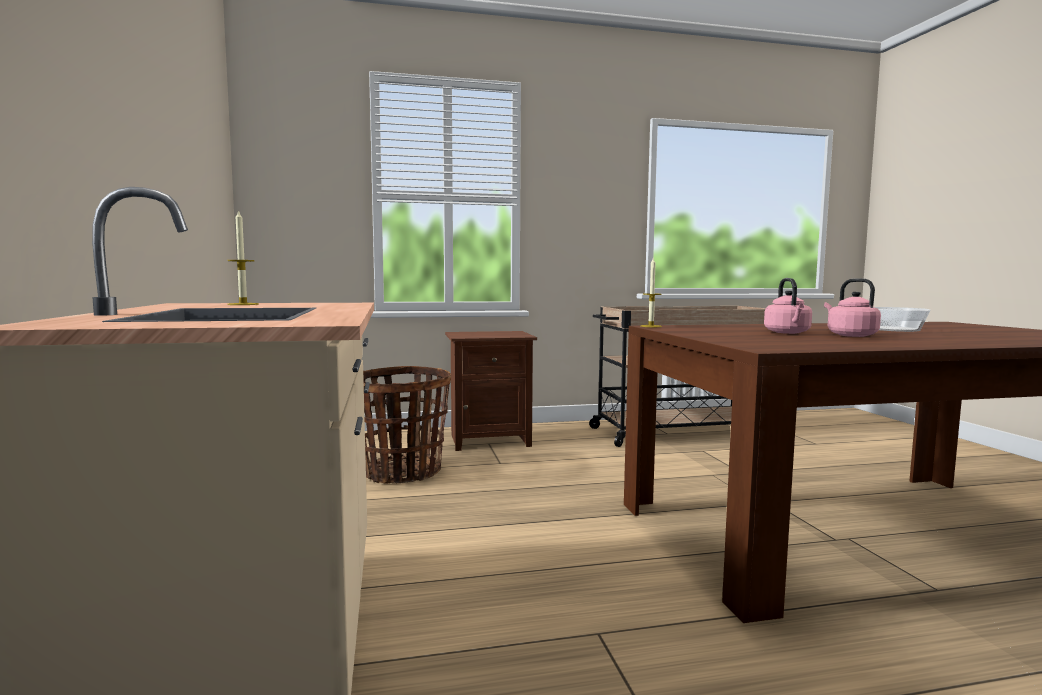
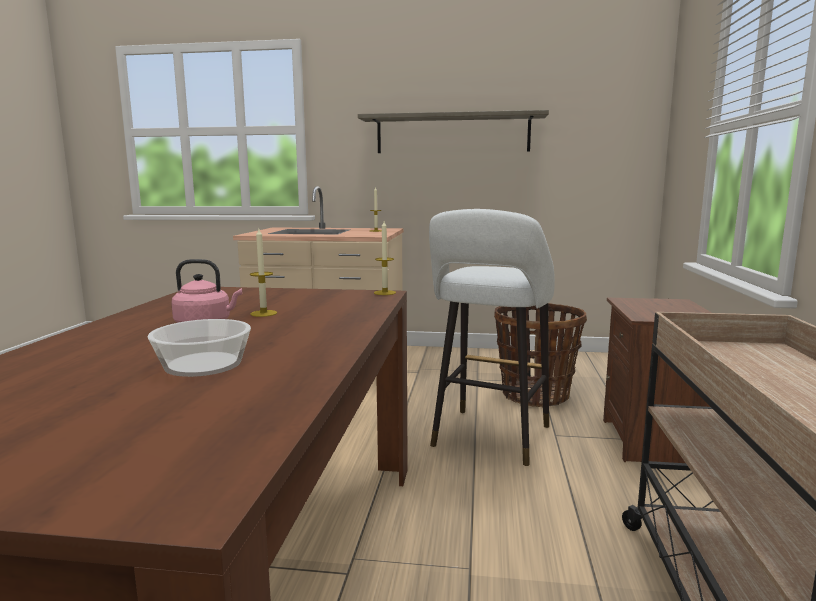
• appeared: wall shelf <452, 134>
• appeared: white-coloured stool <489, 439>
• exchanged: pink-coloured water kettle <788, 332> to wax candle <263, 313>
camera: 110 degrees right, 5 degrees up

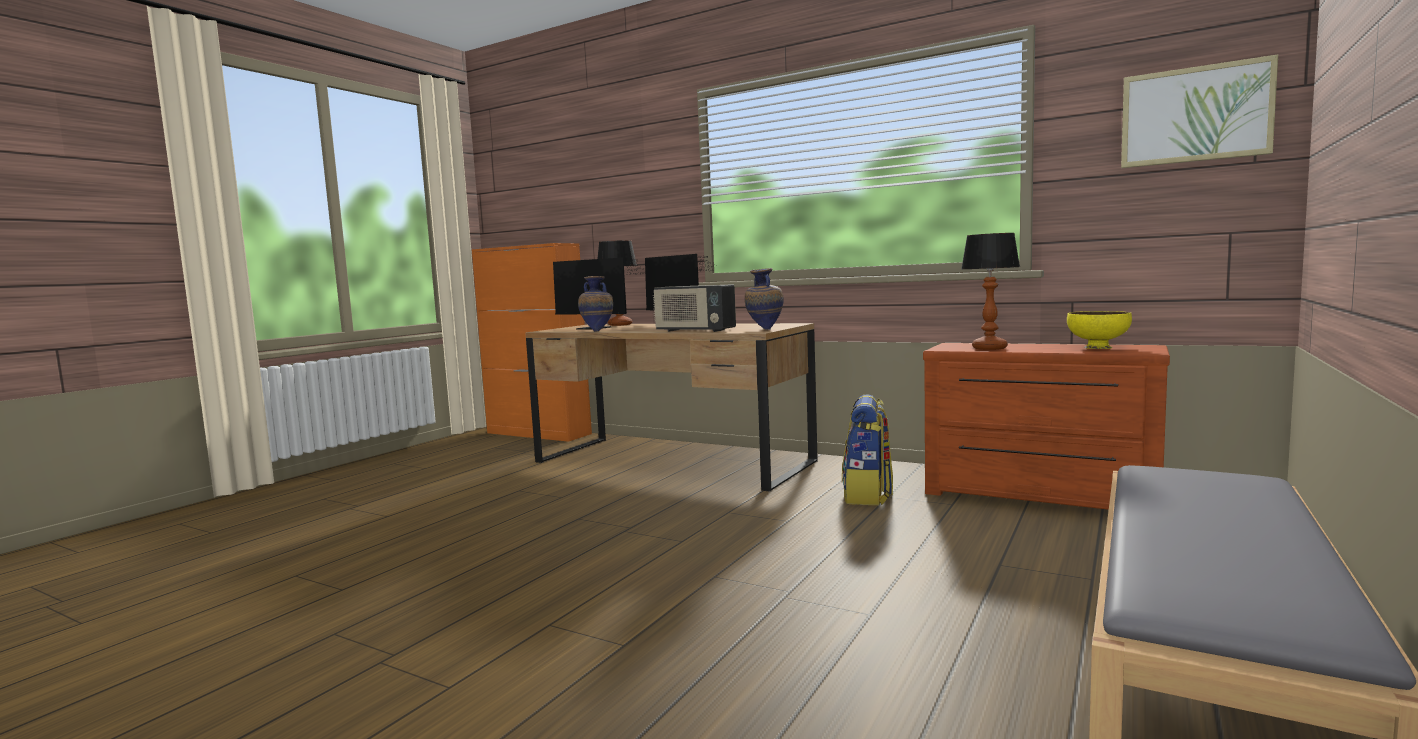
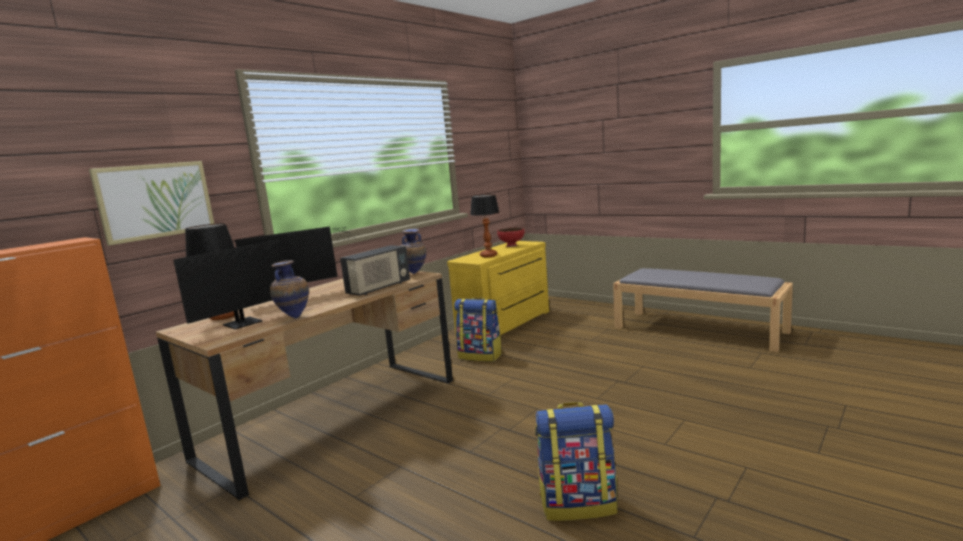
• appeared: backpack <578, 504>
• relocated: picture <1195, 115> to <155, 200>
• colour: brown drawer chest <1038, 496> to yellow-coloured drawer chest <507, 324>
• colour: yellow-coloured bowl <1097, 347> to red-coloured bowl <511, 246>
camera: 80 degrees left, 5 degrees up

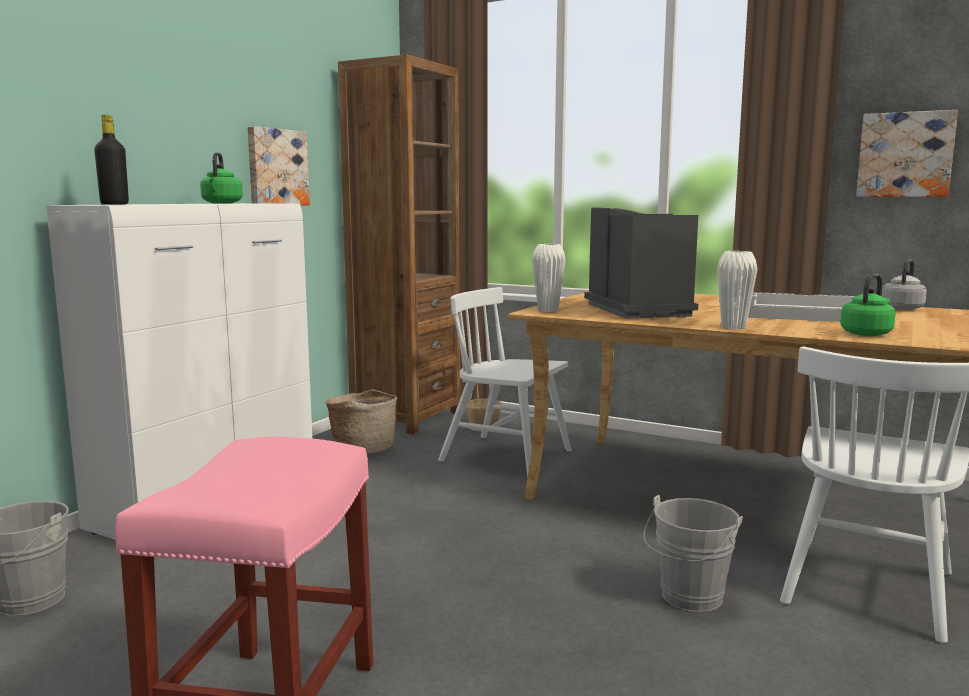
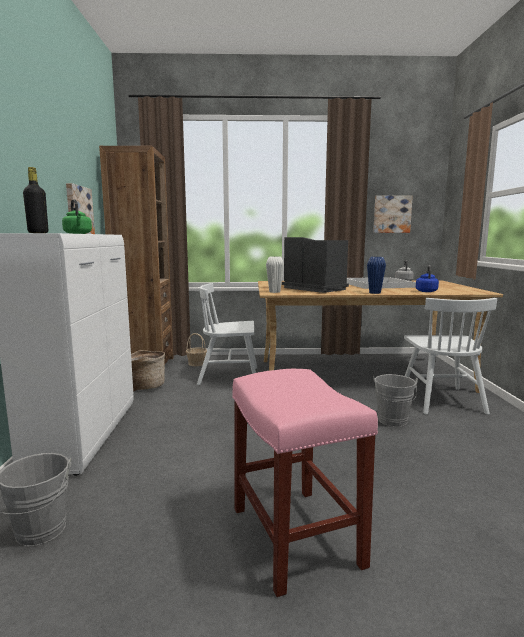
• colour: white-coloured decorative vase <733, 327> to blue-coloured decorative vase <375, 293>
• colour: greenish water kettle <867, 333> to blue-coloured water kettle <426, 291>
camera: 30 degrees left, 0 degrees up

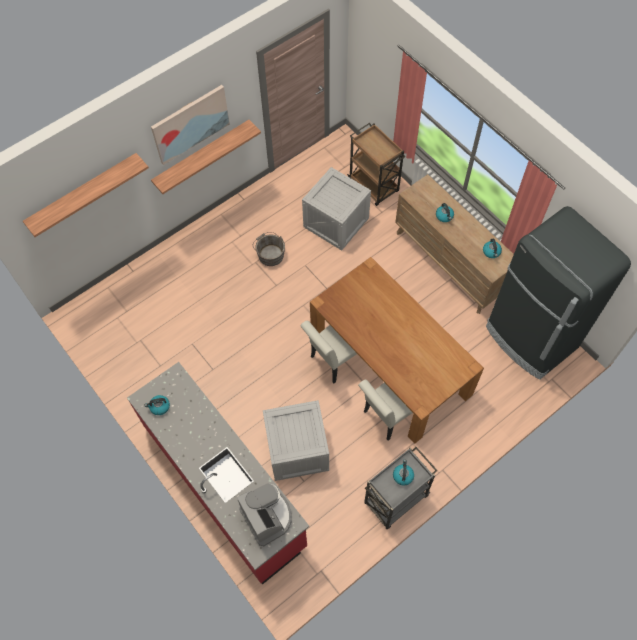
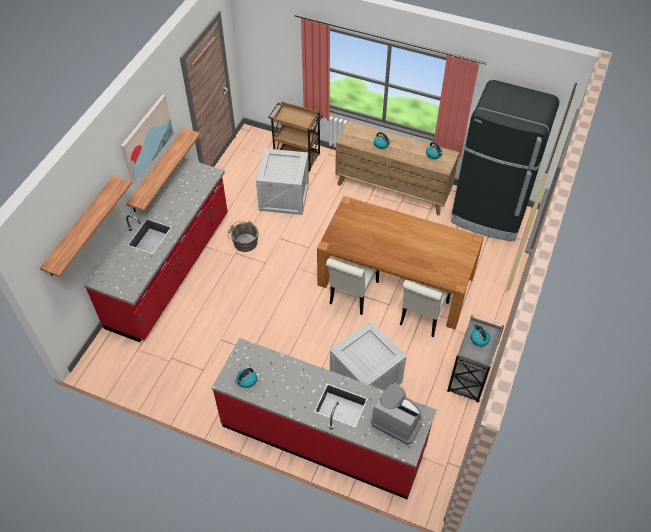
• appeared: red-coloured kitchen counter <170, 270>
camera: 30 degrees left, 10 degrees down

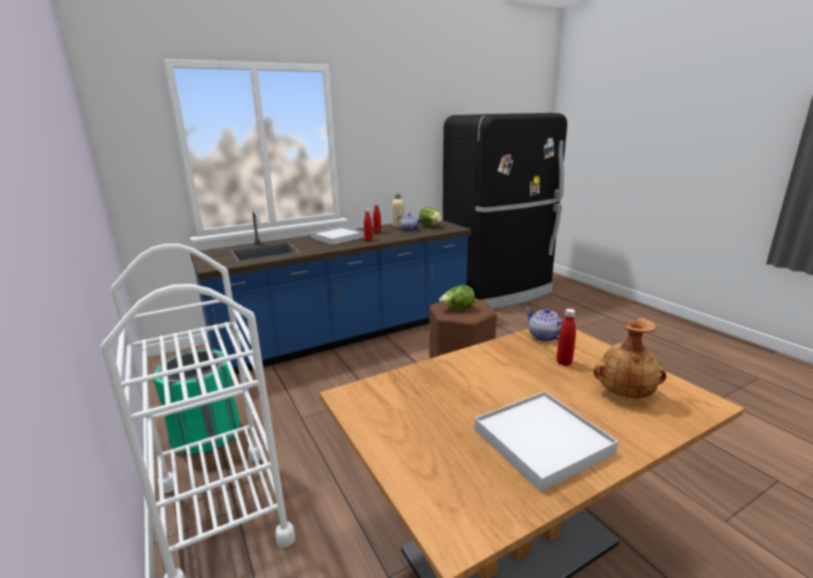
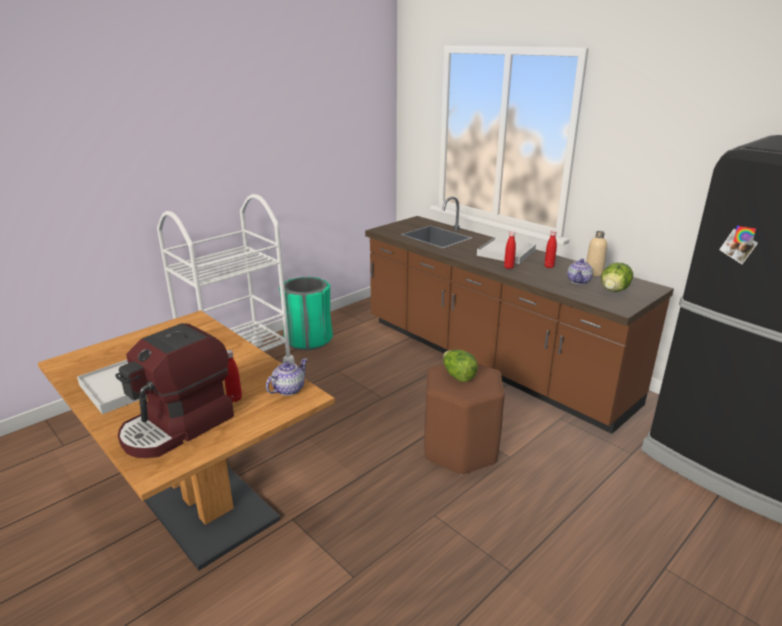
• exchanged: brown decorative vase <624, 393> to coffee machine <178, 426>
• colour: blue-coloured kitchen counter <347, 335> to brown kitchen counter <490, 361>
camera: 75 degrees right, 5 degrees up

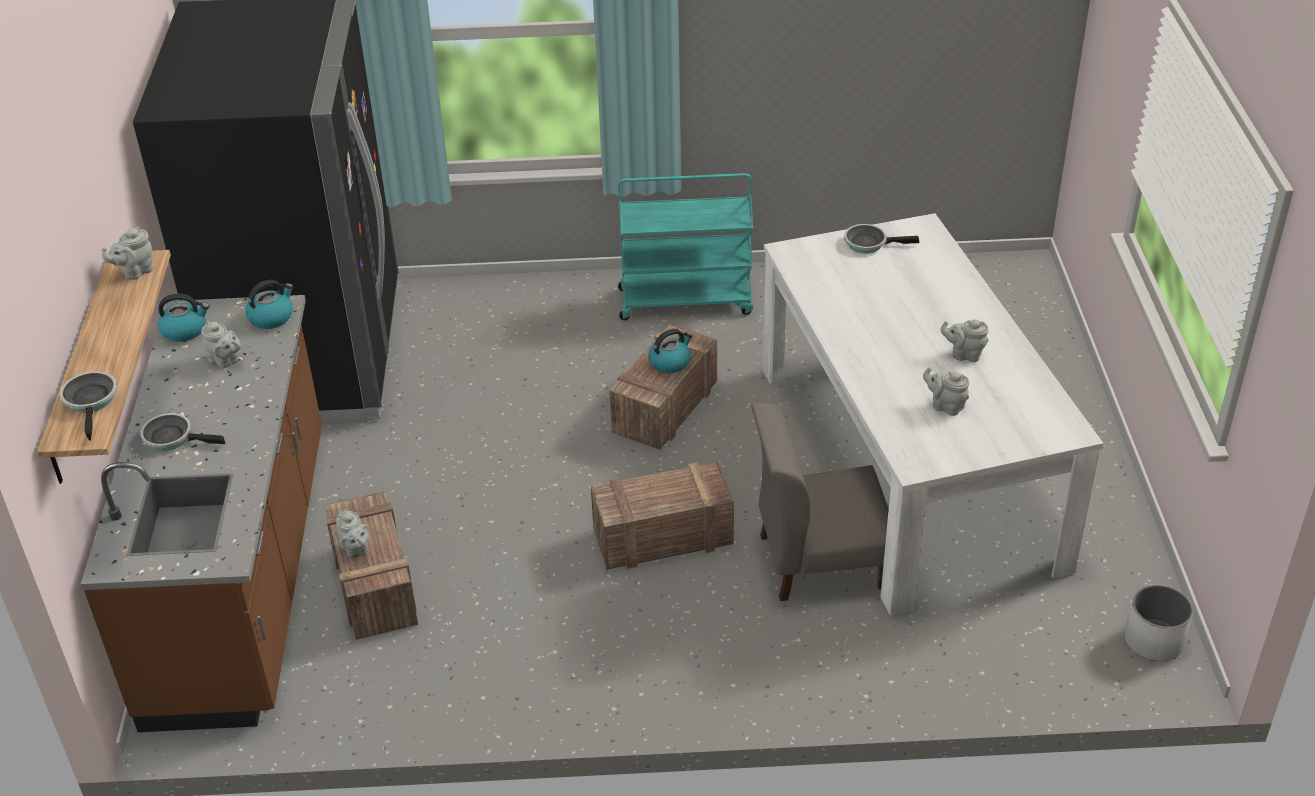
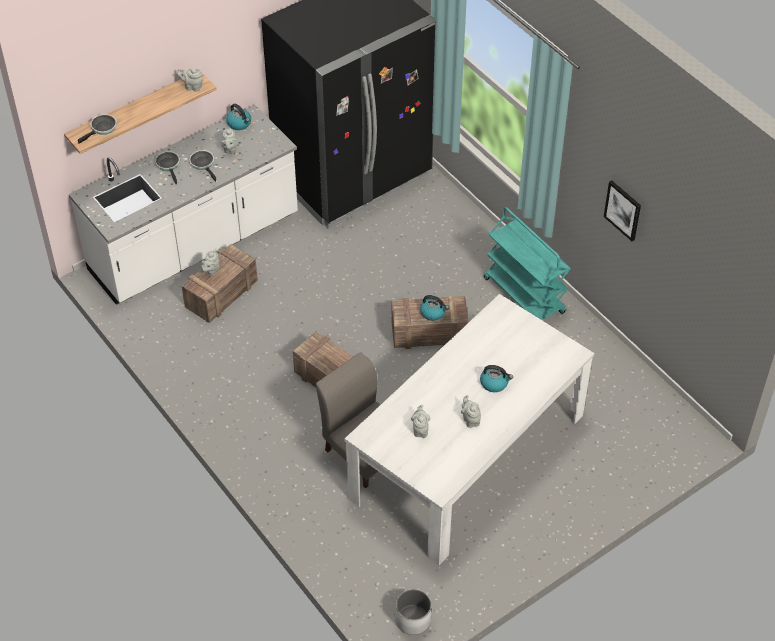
• appeared: picture <623, 210>
• relocated: water kettle <271, 317> to <494, 383>
• relocated: skillet <869, 243> to <203, 164>
• colour: brown kitchen counter <243, 574> to white-coloured kitchen counter <194, 245>
camera: 55 degrees right, 10 degrees up

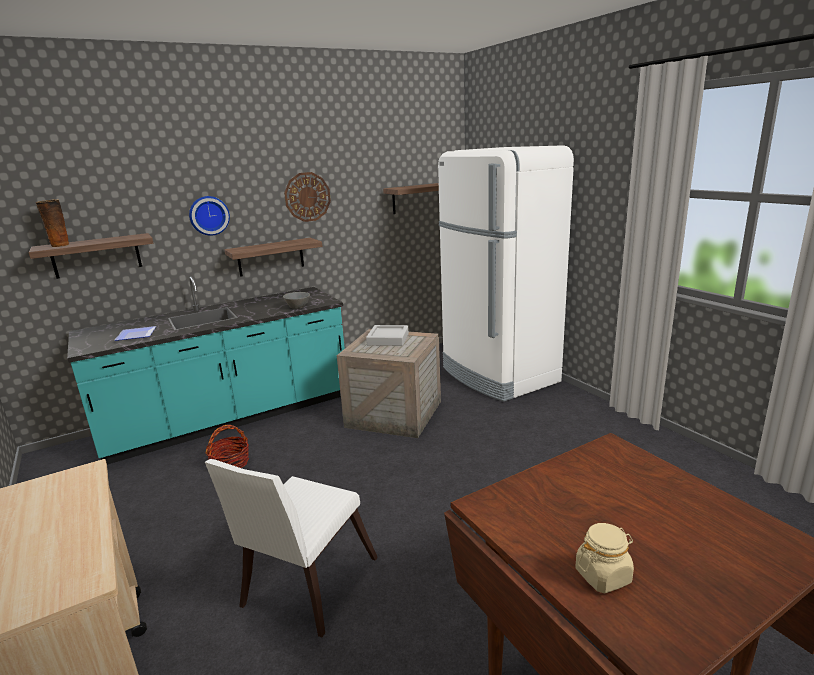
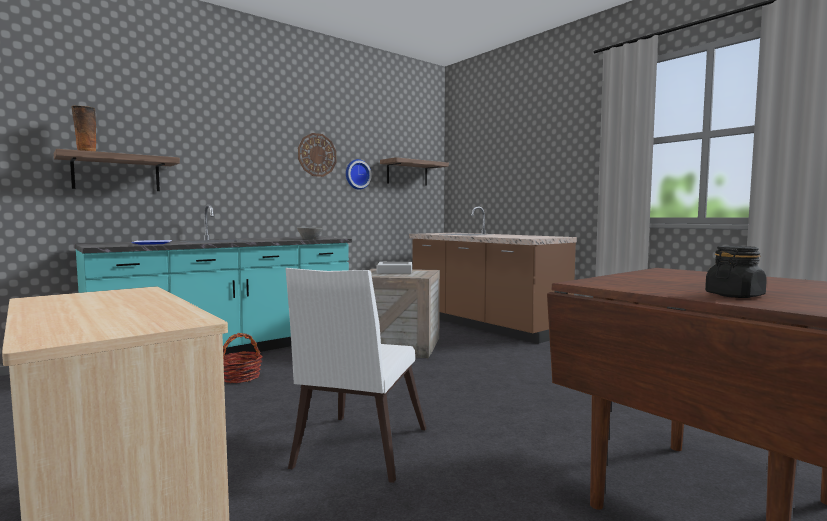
• missing: wall shelf <270, 257>
• relocated: clock on the wall <209, 215> to <357, 174>
• exchanged: white-coloured fridge <498, 375> to brown kitchen counter <484, 324>
• colour: beige storage jar <603, 575> to blackish storage jar <734, 295>
camera: 10 degrees left, 15 degrees down

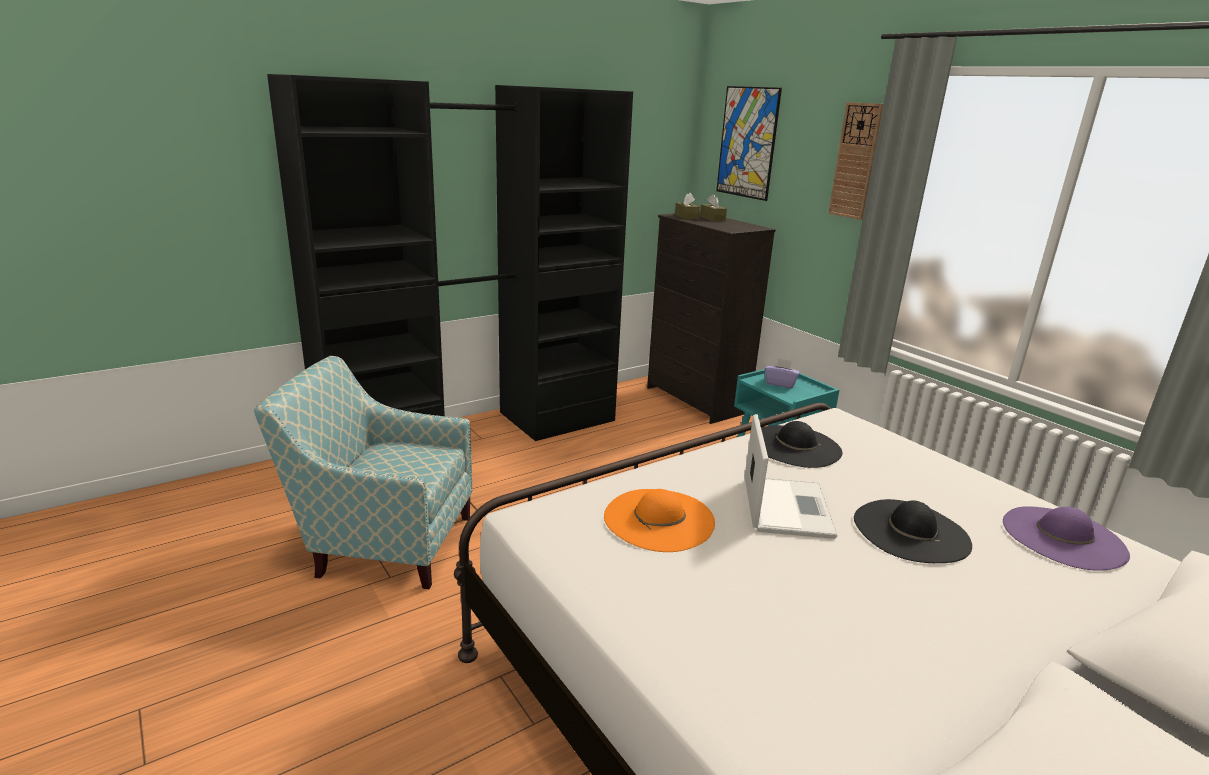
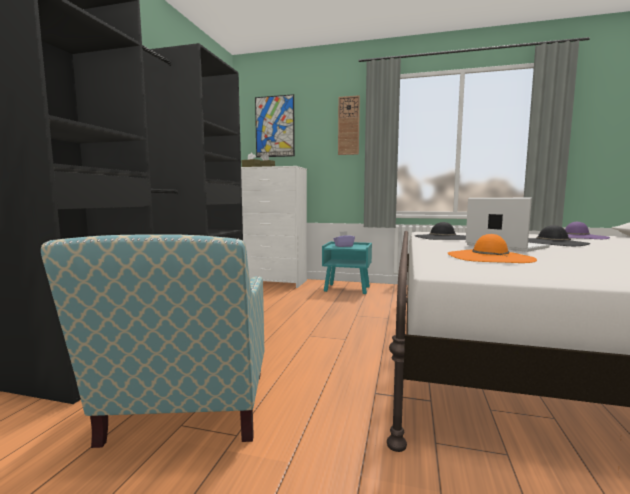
• colour: blackish drawer chest <696, 400> to white-coloured drawer chest <273, 282>
• spun: armchair <383, 542> = <186, 416> 60 degrees counterclockwise
camera: 40 degrees left, 15 degrees down

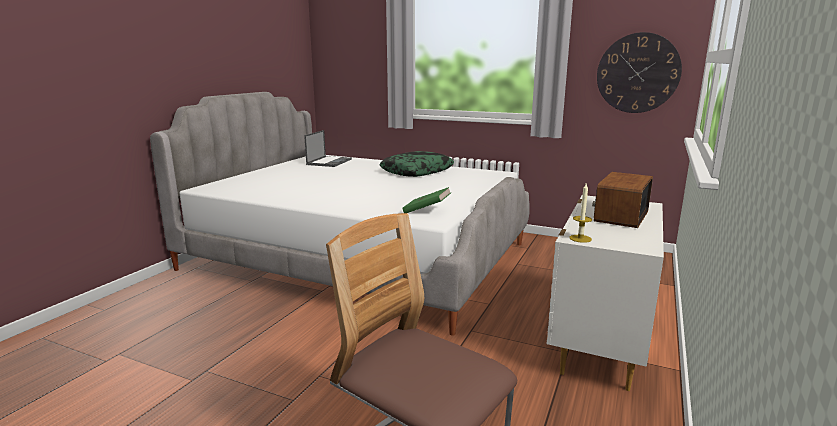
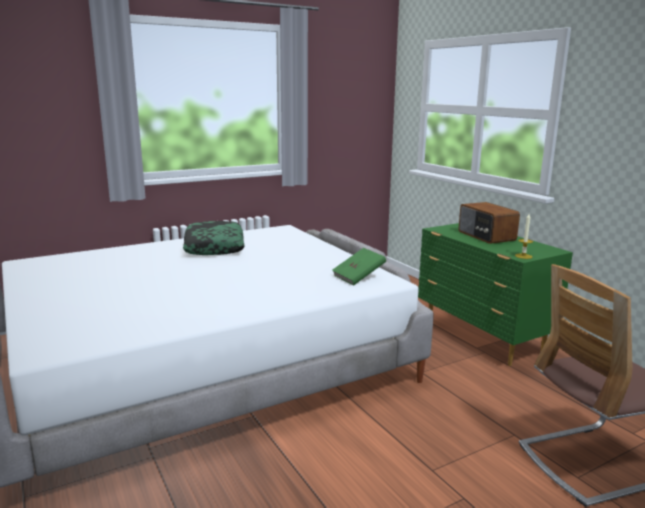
• missing: laptop <329, 162>
• missing: clock on the wall <638, 73>
• colour: white-coloured drawer chest <599, 343> to greenish drawer chest <482, 337>
camera: 55 degrees left, 0 degrees up

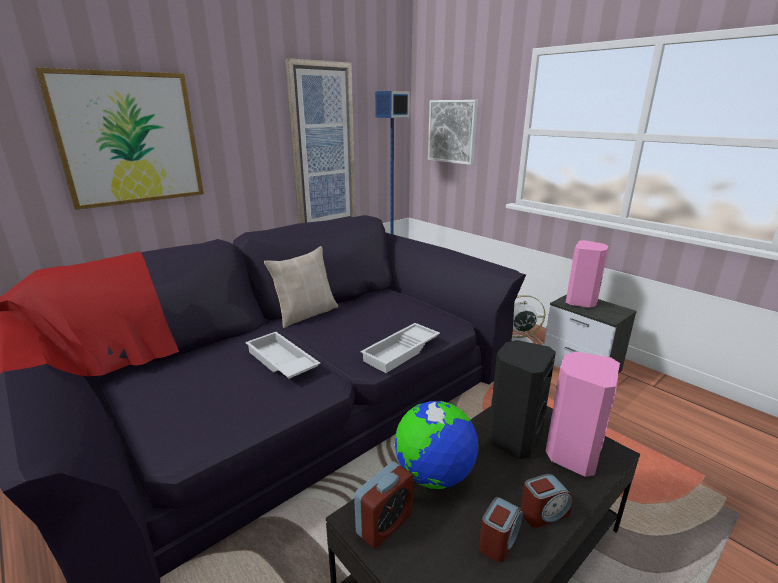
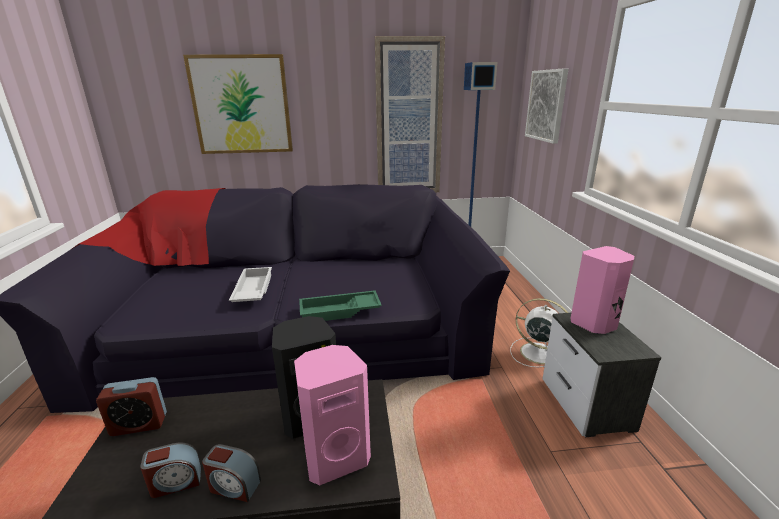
• missing: beige pillow <306, 314>
• missing: desk globe <434, 475>
• colour: white-coloured carrying tray <402, 352> to greenish carrying tray <339, 312>
camera: 35 degrees right, 0 degrees up

